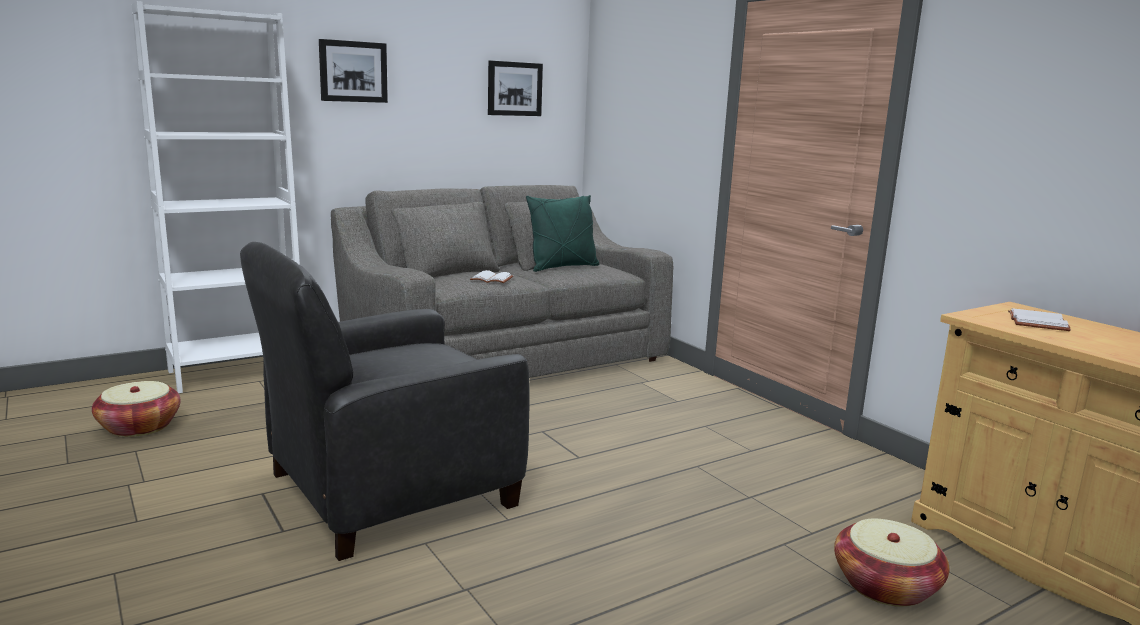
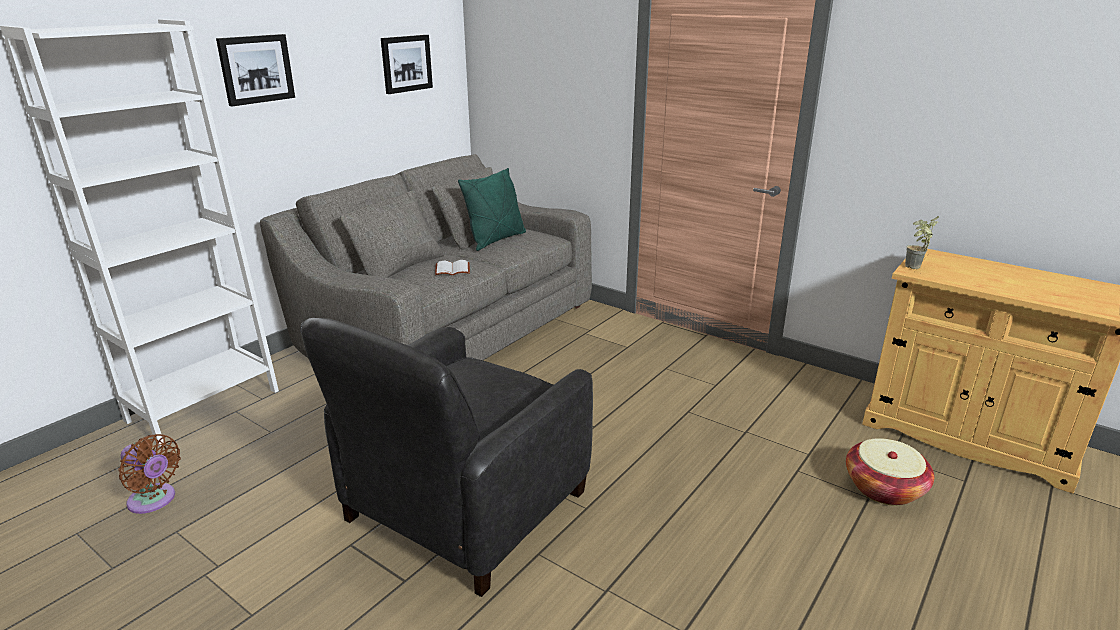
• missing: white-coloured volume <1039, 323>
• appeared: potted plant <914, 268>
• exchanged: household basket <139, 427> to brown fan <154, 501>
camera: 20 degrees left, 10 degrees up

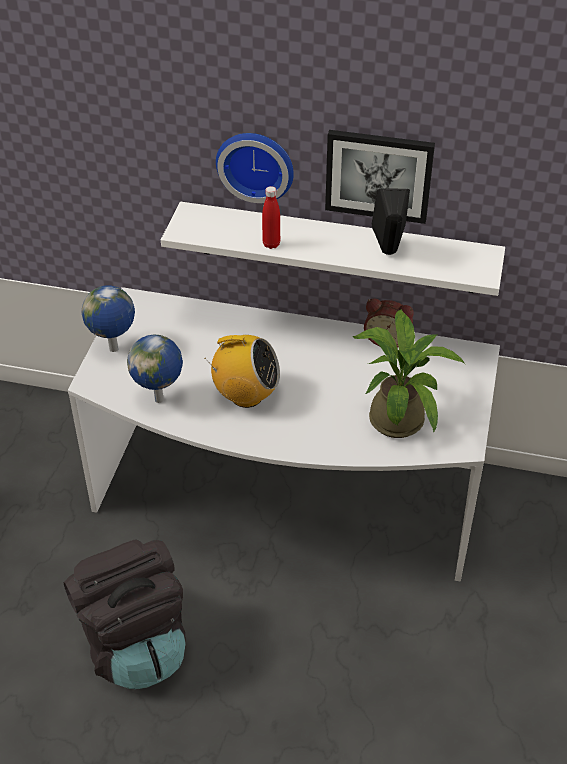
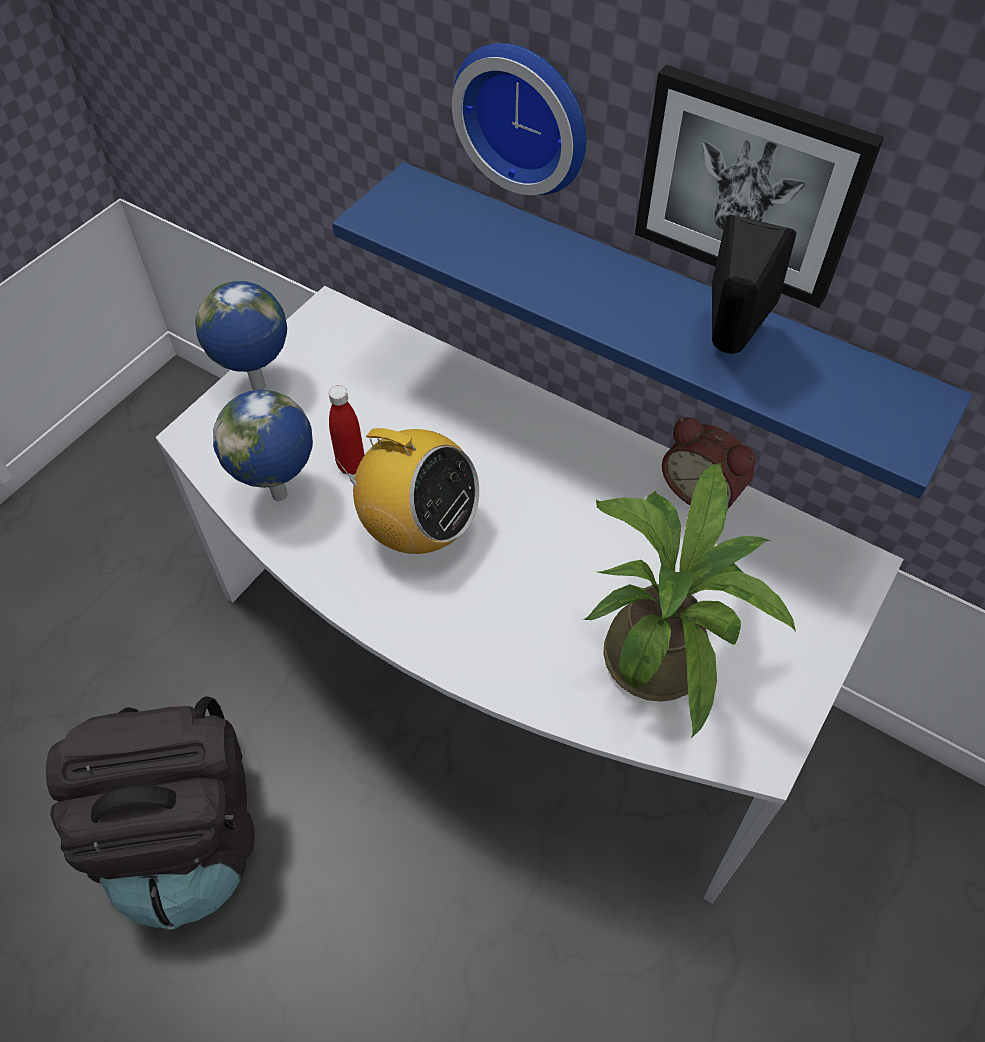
• relocated: red-coloured drink bottle <271, 244> to <351, 465>
• colour: white-coloured wall shelf <337, 248> to blue-coloured wall shelf <651, 310>
camera: 20 degrees right, 10 degrees up

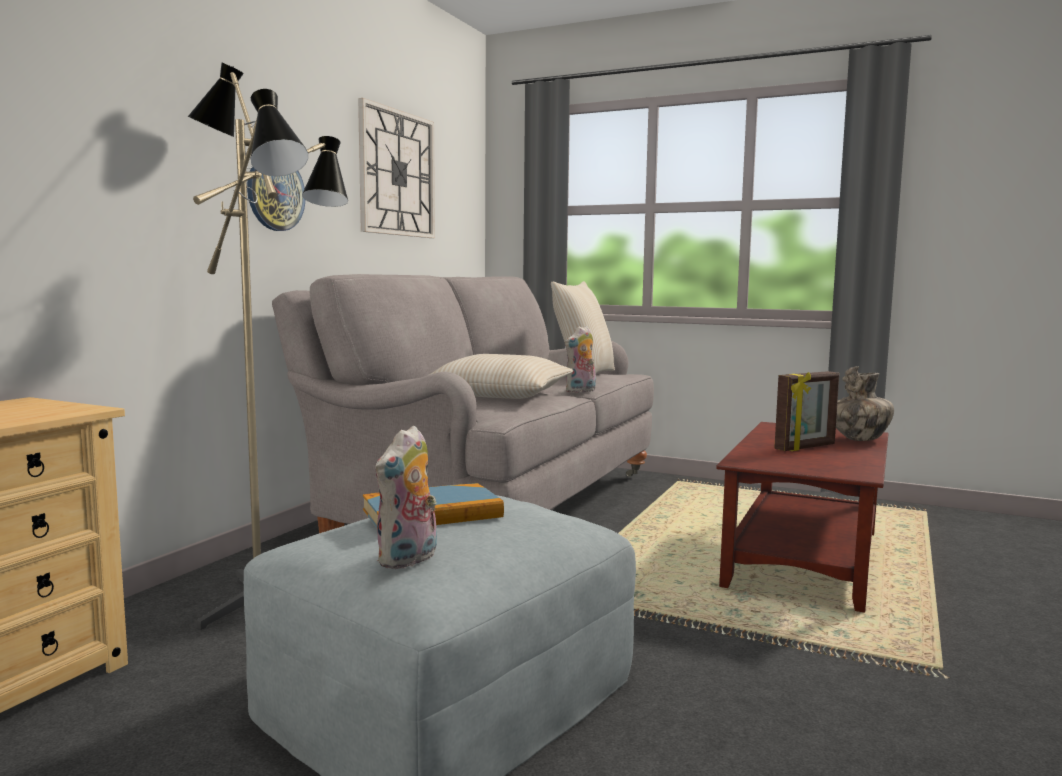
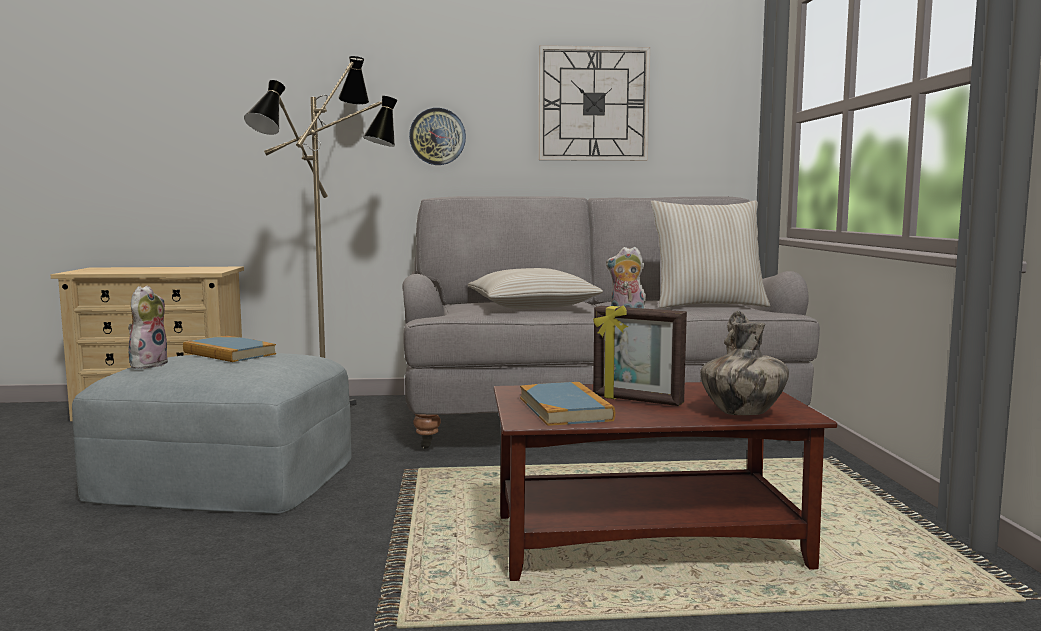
• appeared: volume <565, 409>
• spun: soft toy <409, 560> = <148, 364> 105 degrees clockwise
camera: 60 degrees right, 0 degrees up

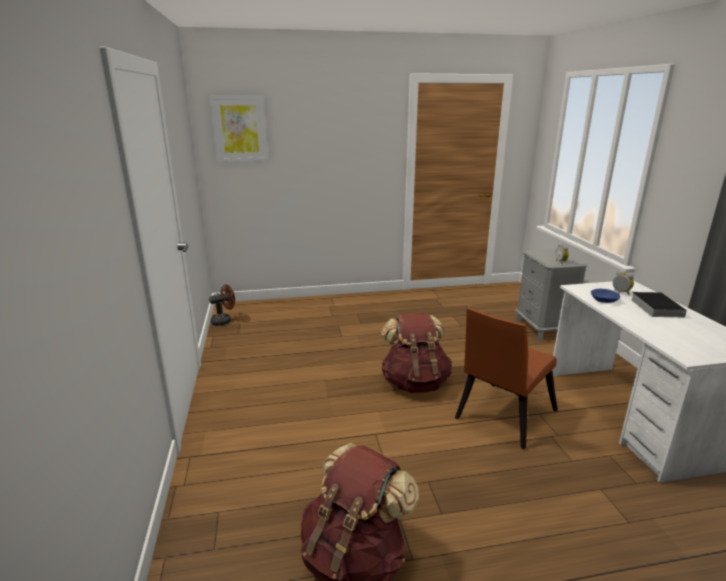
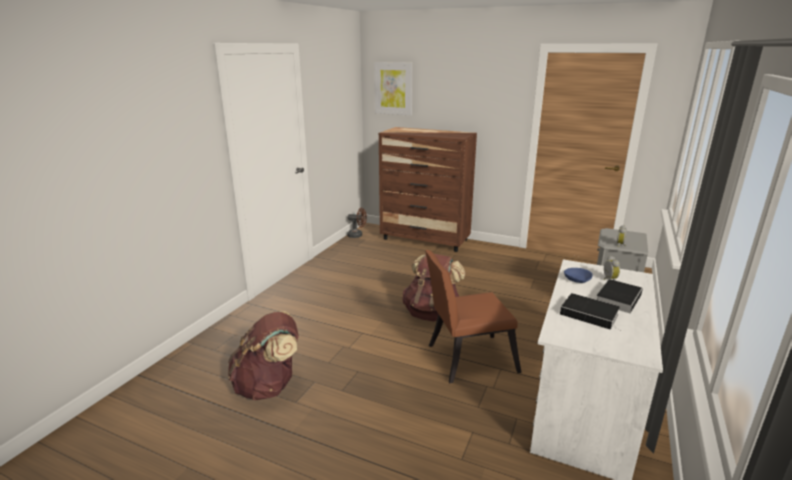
• appeared: brown drawer chest <425, 240>
• appeared: volume <591, 314>
camera: 35 degrees right, 0 degrees up

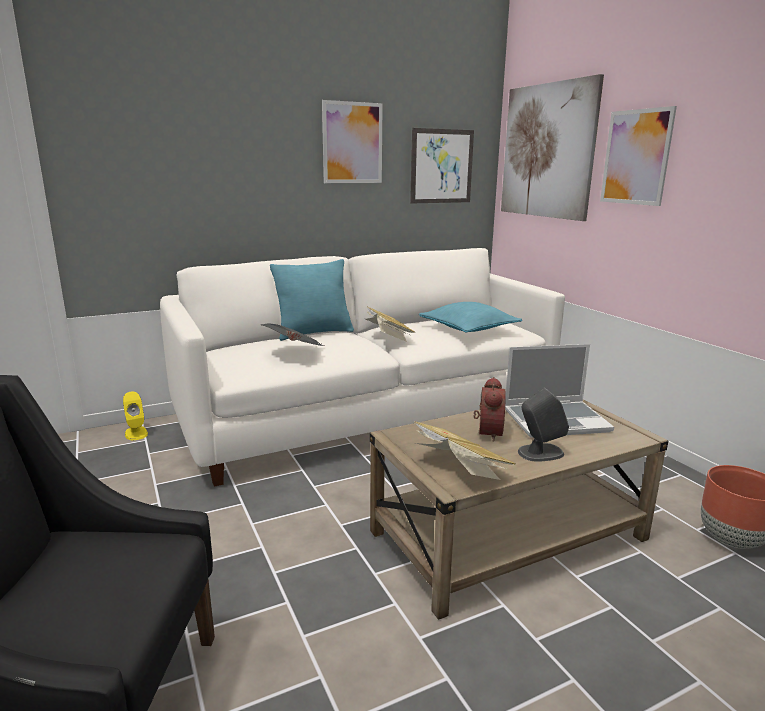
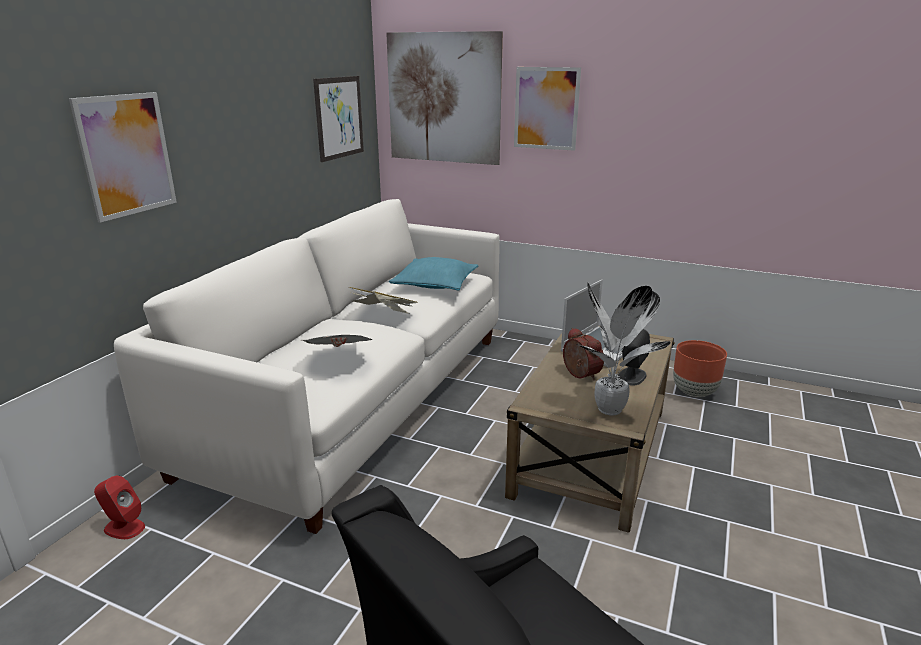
• missing: turquoise pillow <314, 333>
• relocated: picture <352, 143> to <127, 155>
• exchanged: volume <459, 469> to potted plant <610, 411>
• colour: yellow-coloured speaker <136, 433> to red-coloured speaker <124, 527>
camera: 40 degrees left, 5 degrees up

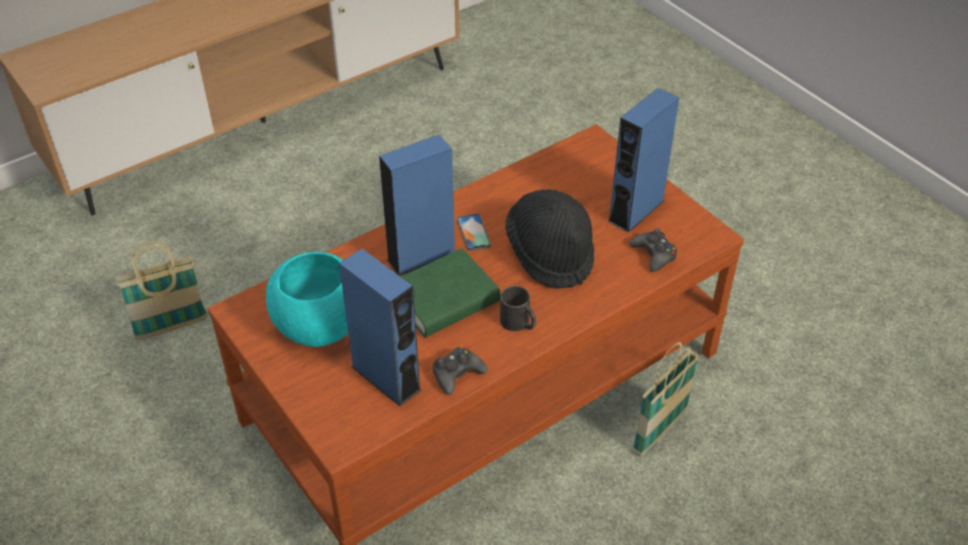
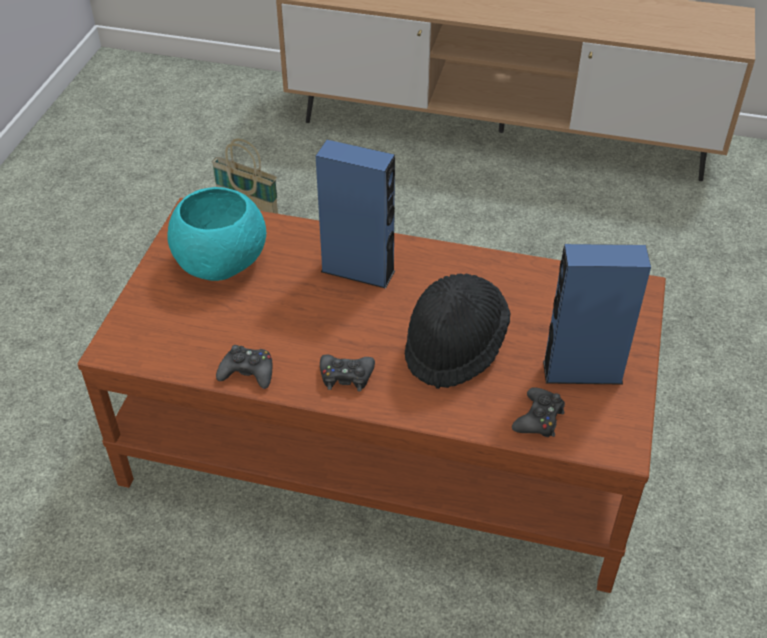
• missing: blue-coloured speaker <386, 378>
• missing: greenish volume <445, 300>
• missing: telephone <473, 232>
• missing: household basket <660, 431>
• exchanged: blackish coffee mug <519, 323> to blackish game controller <346, 376>
camera: 50 degrees right, 0 degrees up

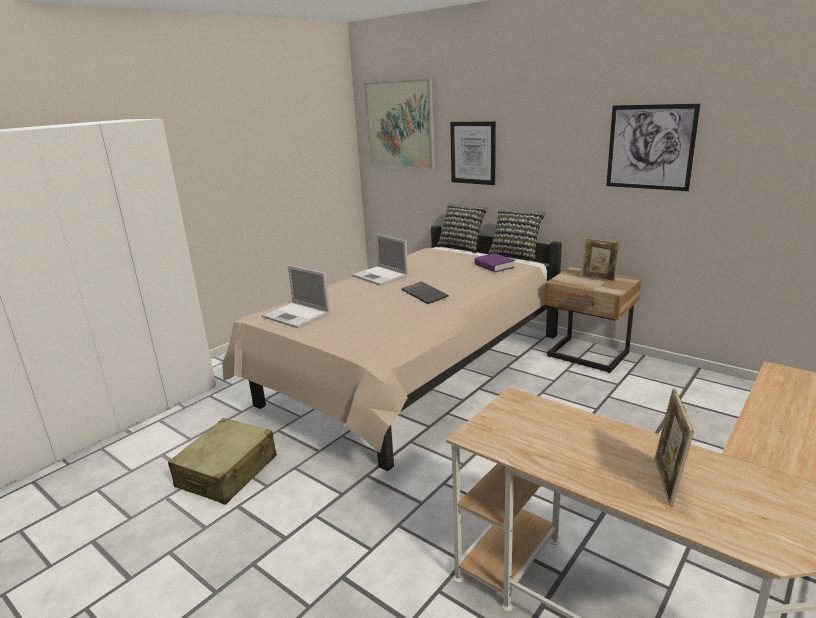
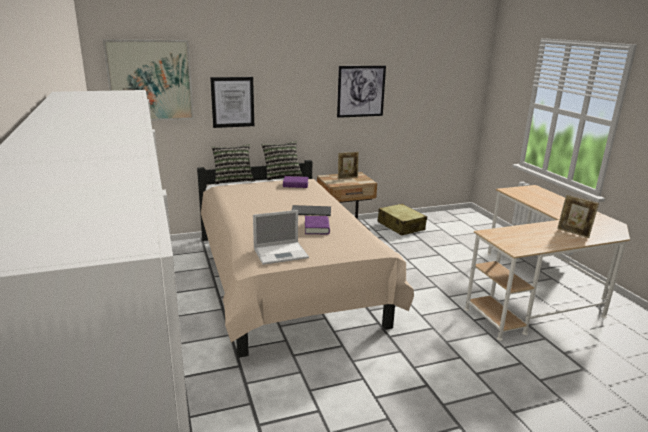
• missing: laptop <380, 276>
• appeared: purple-coloured volume <316, 228>
• relocated: beige piece of luggage <227, 472> to <401, 226>
camera: 60 degrees left, 0 degrees up

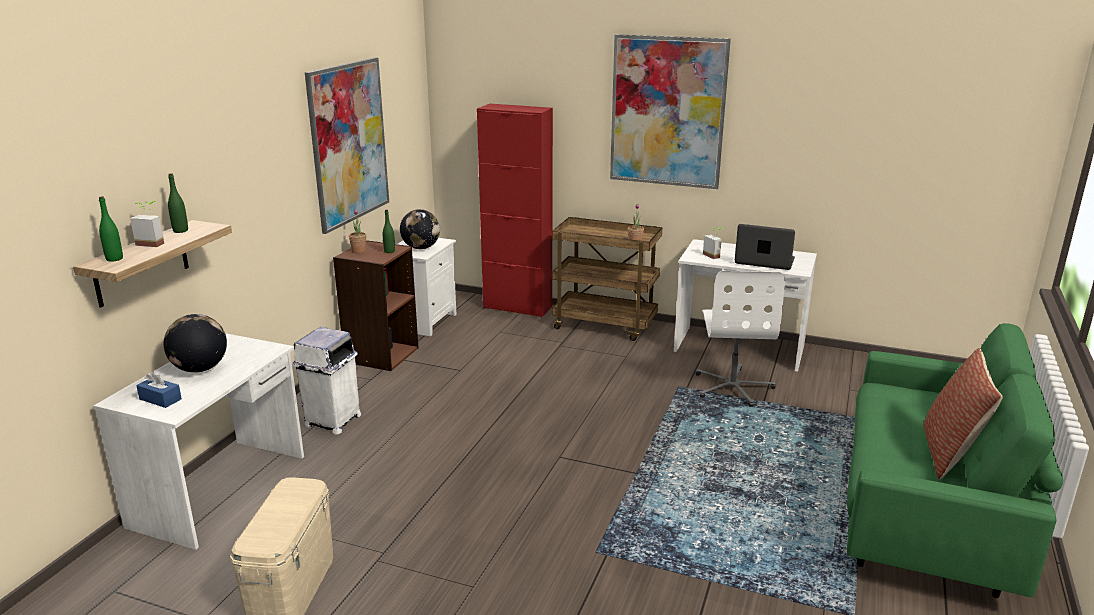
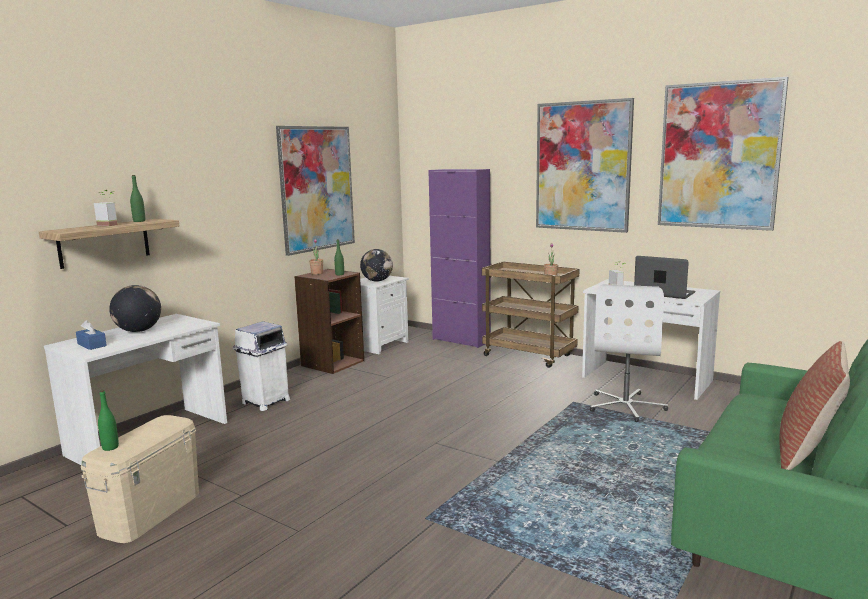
• appeared: picture <718, 156>
• relocated: greenish drink bottle <114, 259> to <110, 447>
• colour: red-coloured cabinet <517, 307> to purple-coloured cabinet <461, 340>
camera: 15 degrees right, 10 degrees down

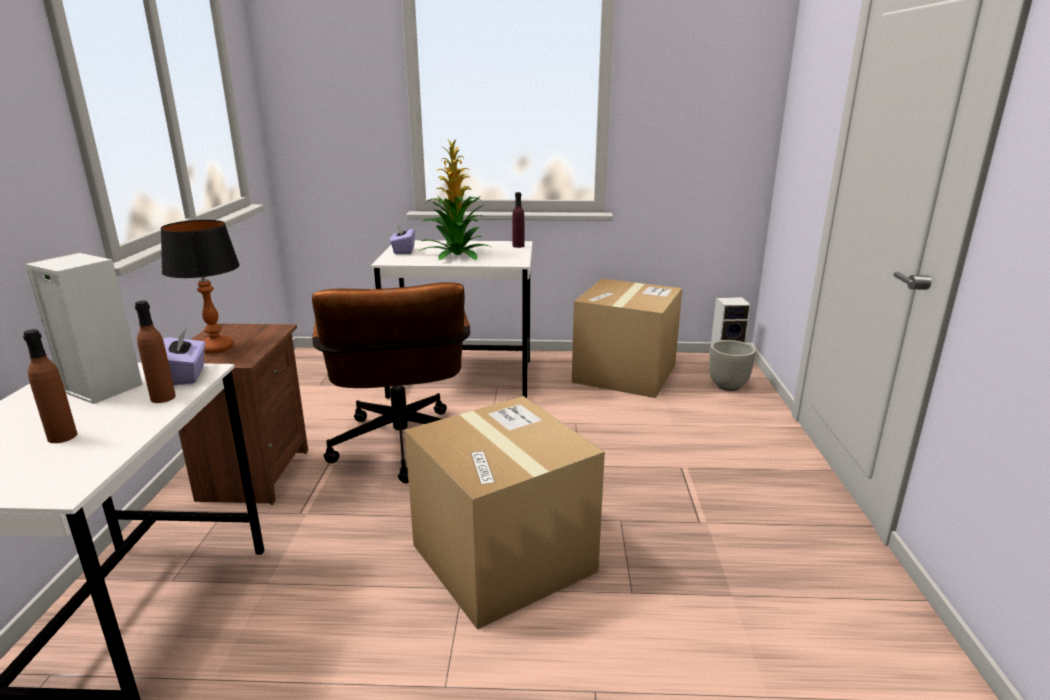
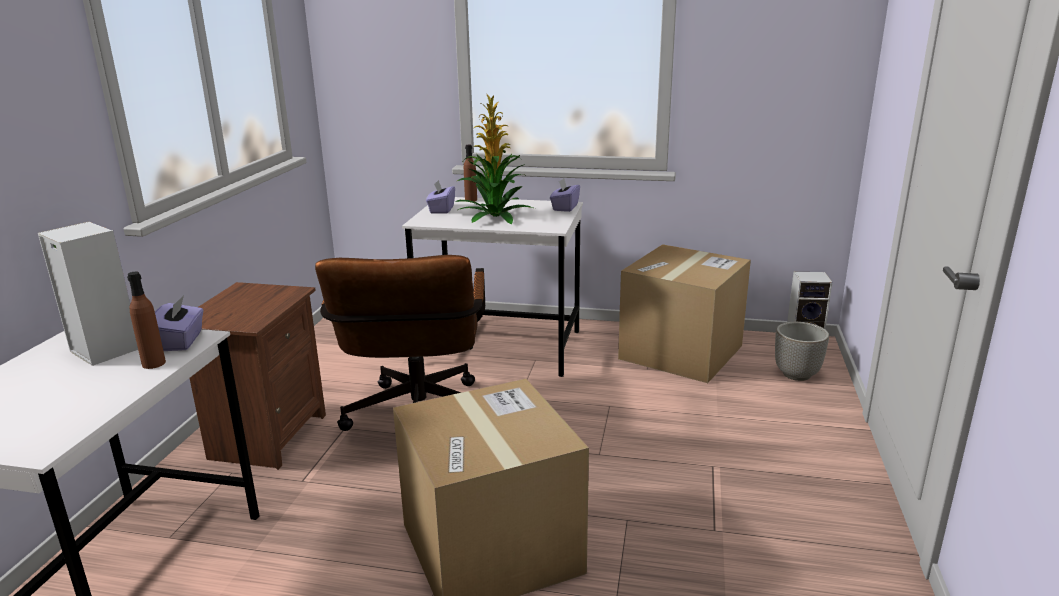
• missing: tabletop lamp <216, 348>
• relocated: brown drink bottle <62, 437> to <471, 200>
• exchanged: purple-coloured drink bottle <518, 246> to purple-coloured tissue box <564, 207>
camera: 10 degrees right, 0 degrees up

